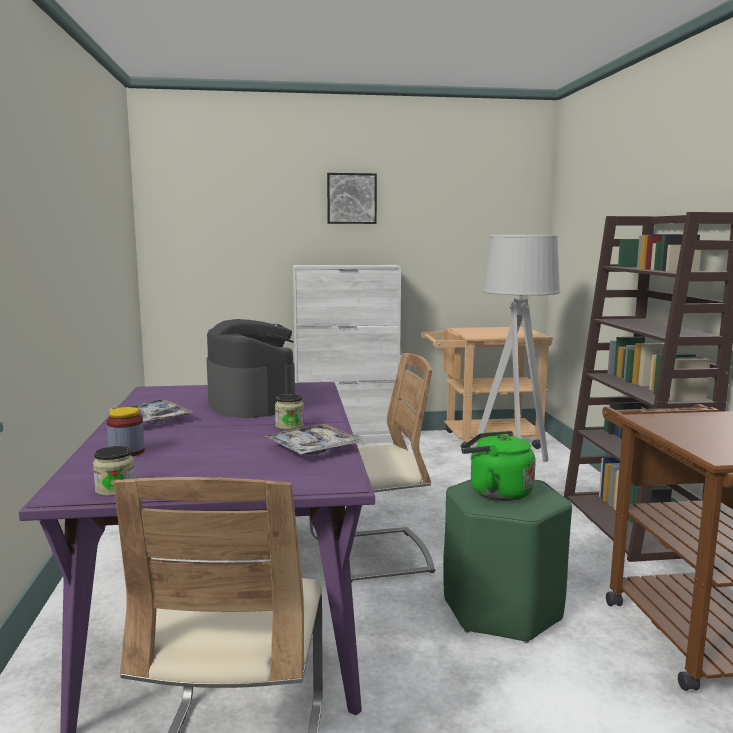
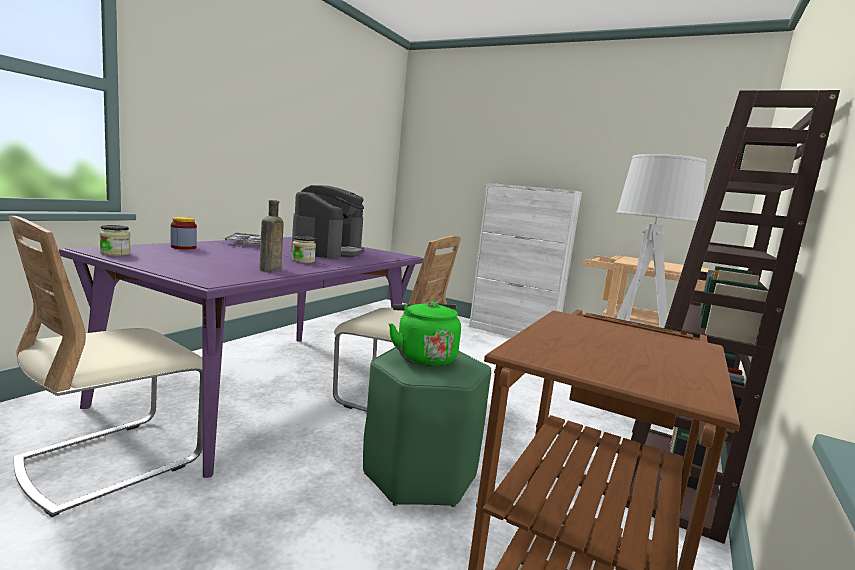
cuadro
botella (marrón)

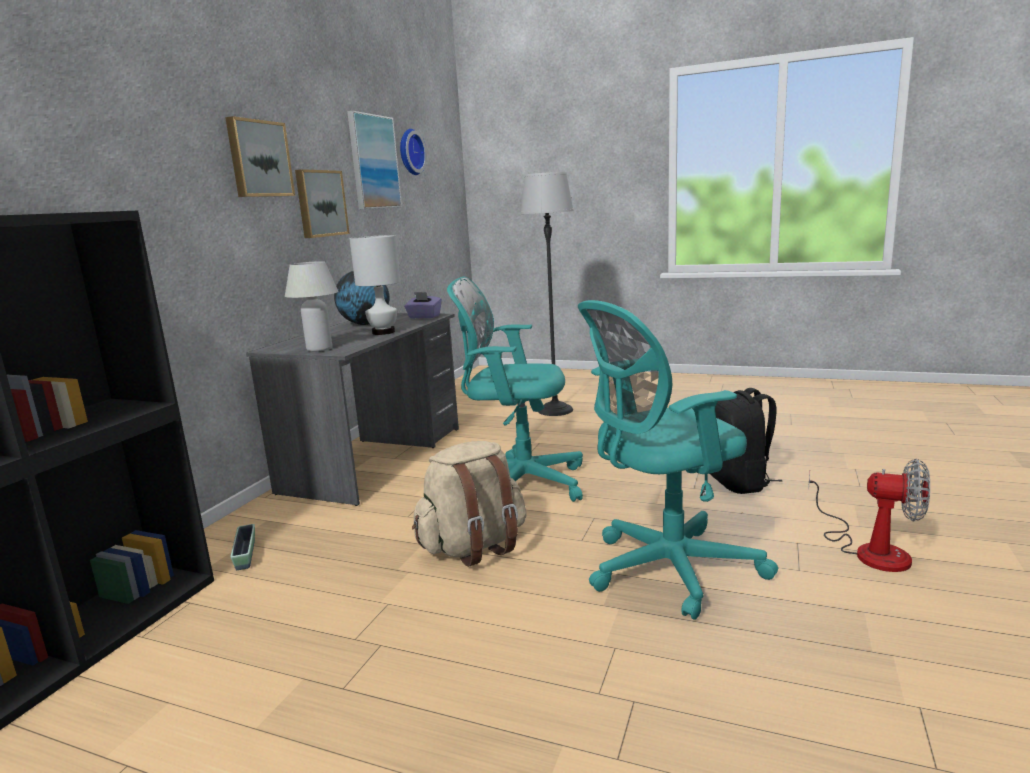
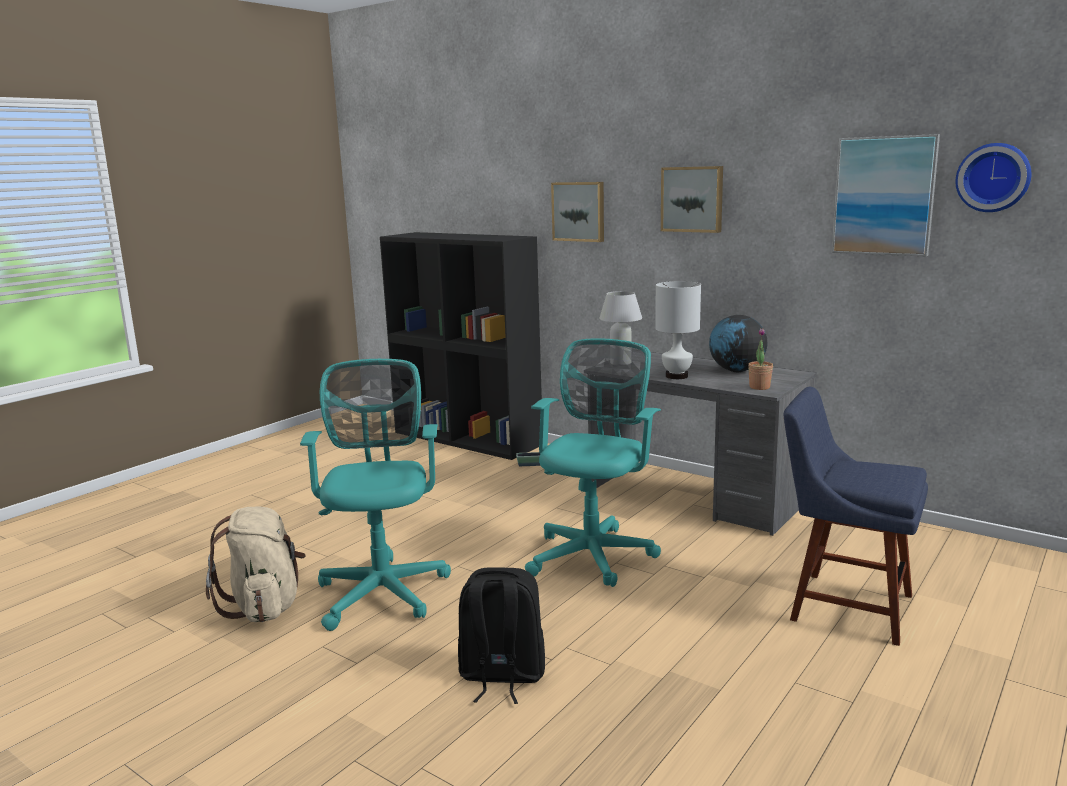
ventilador
cuadro (no. 1 from left)
mochila (beis)
planta en maceta
silla (azul)

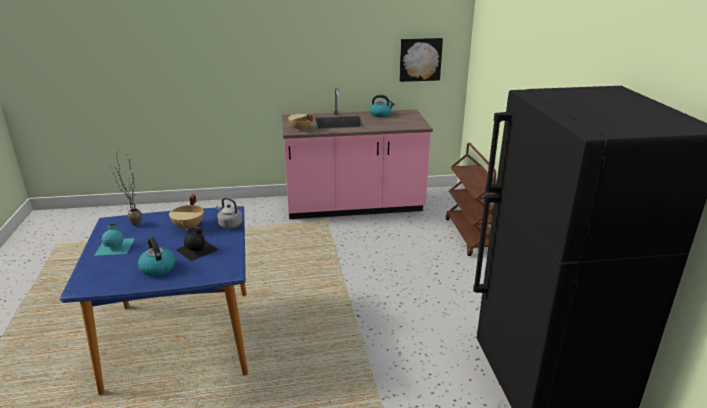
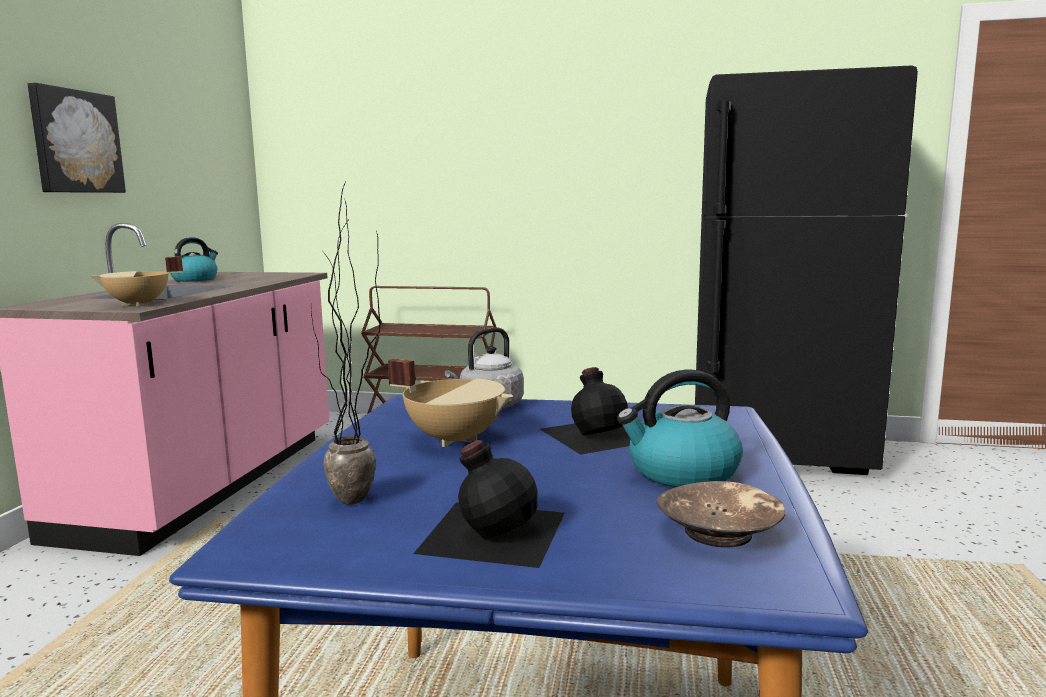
cuenco (marrón)
cuadro
botella (negro) (no. 1 from left)

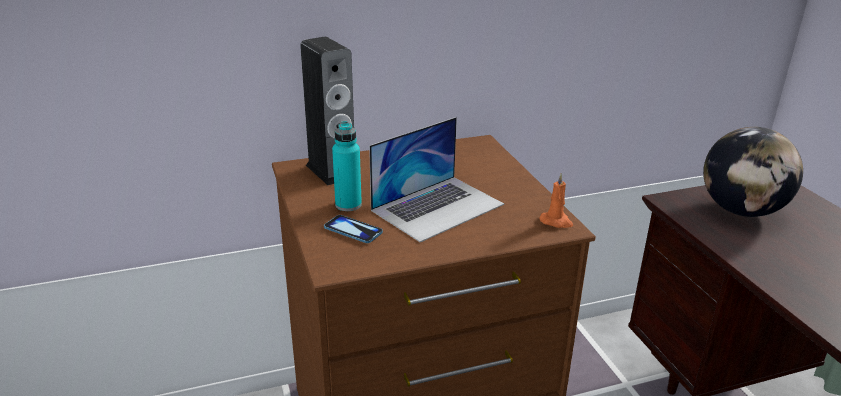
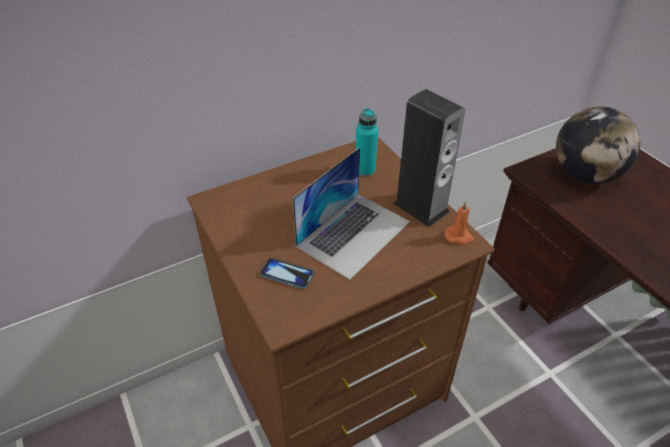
altavoz
botella (turquesa)

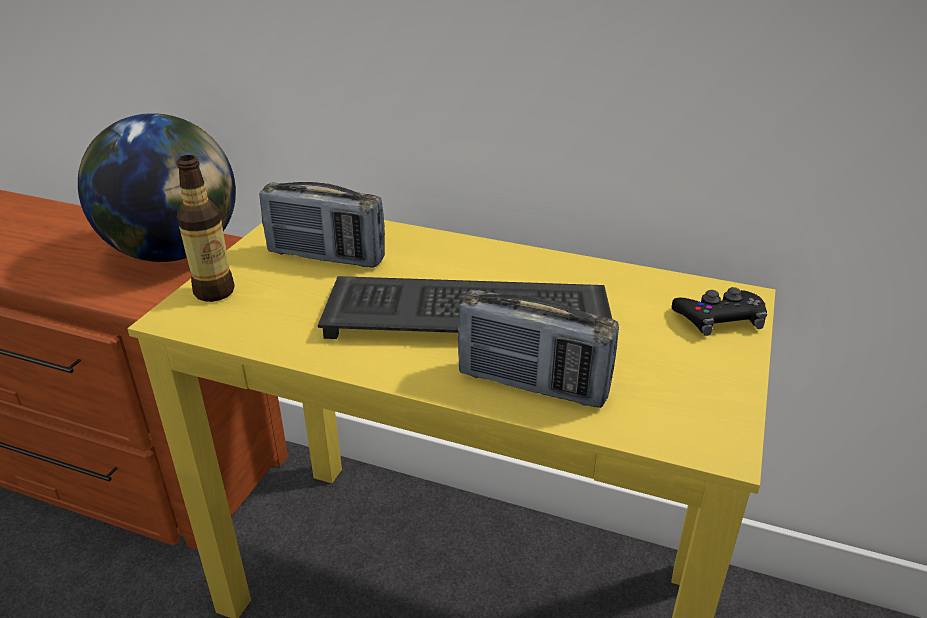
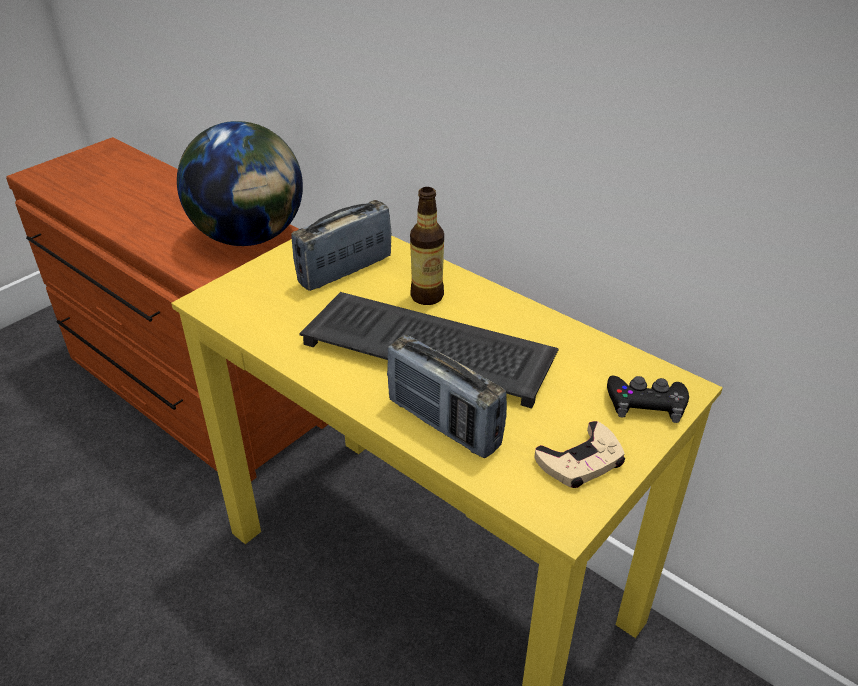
mando de consola (beis)
botella
radio (no. 1 from left)

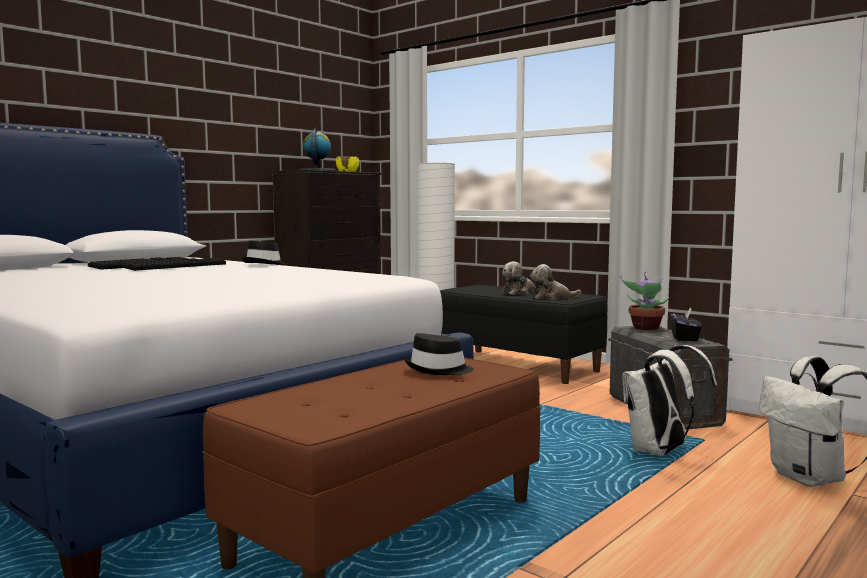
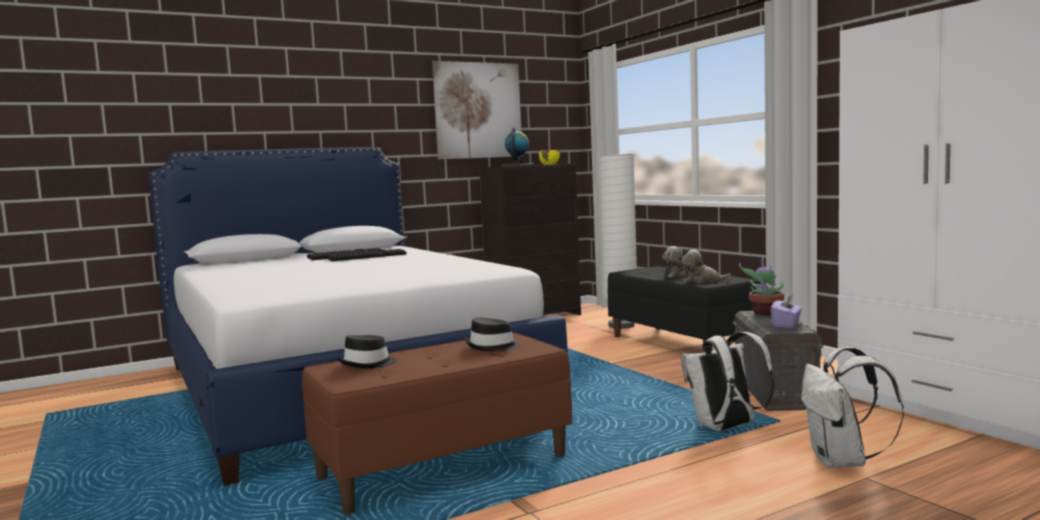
cuadro
sombrero (negro) (no. 1 from left)
caja de pañuelos (morado)

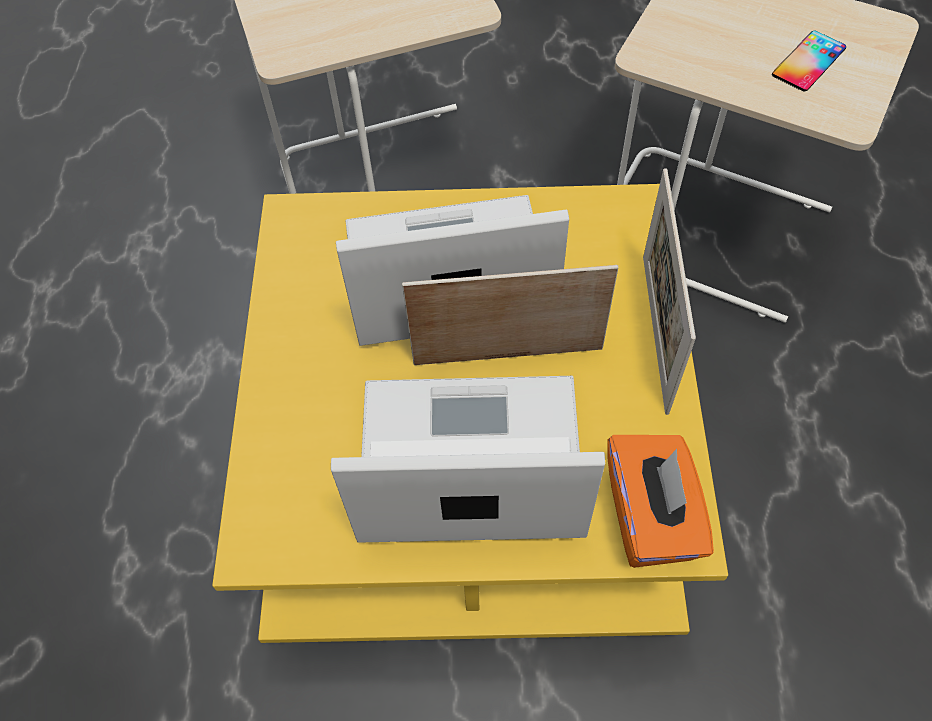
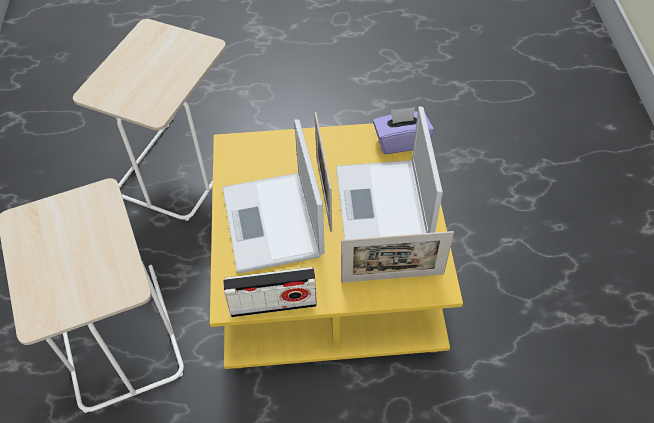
móvil
radio
portarretratos (no. 2 from left)
caja de pañuelos (morado)

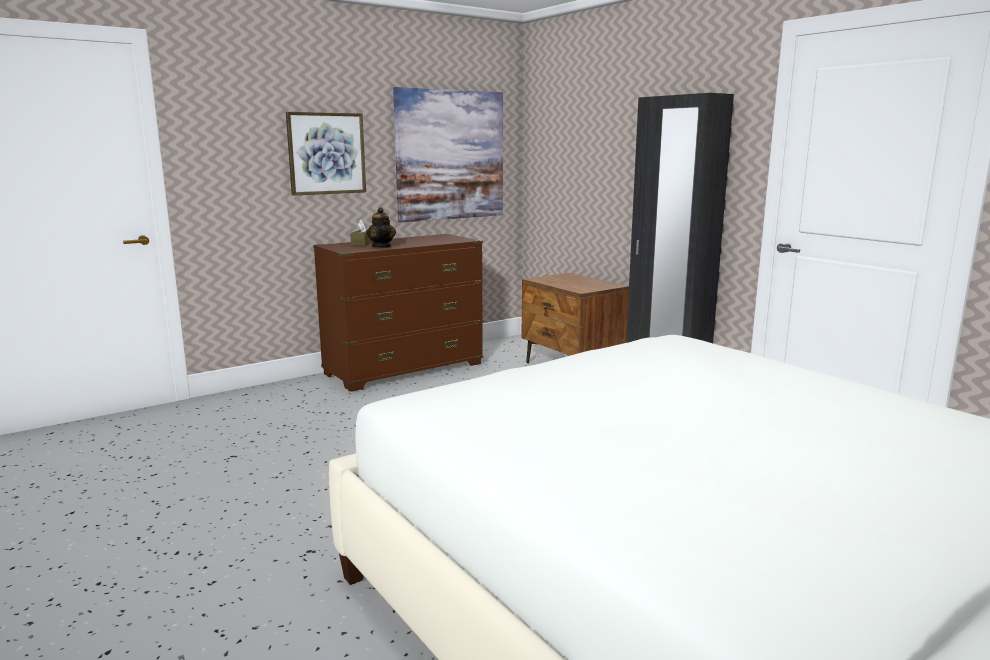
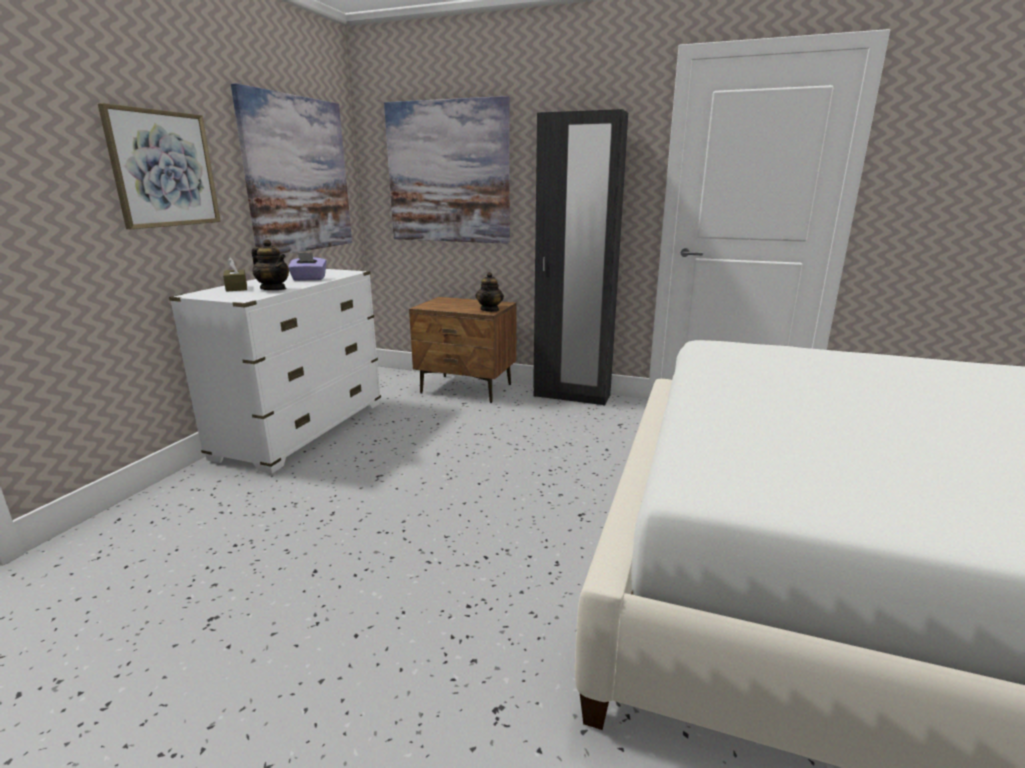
caja de pañuelos (morado)
cuadro (no. 3 from left)
tetera (no. 2 from left)
cómoda (blanco)

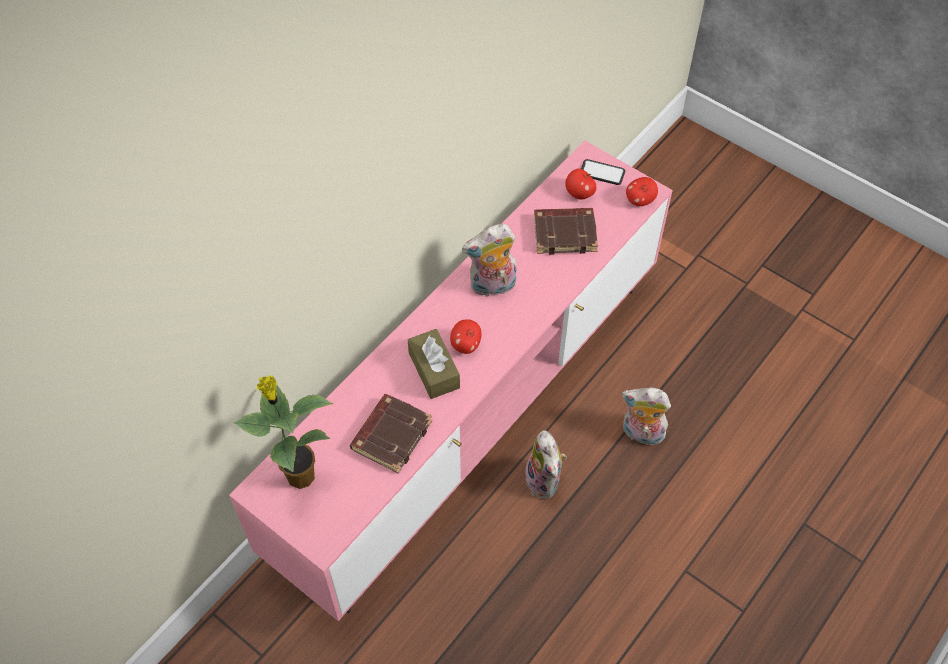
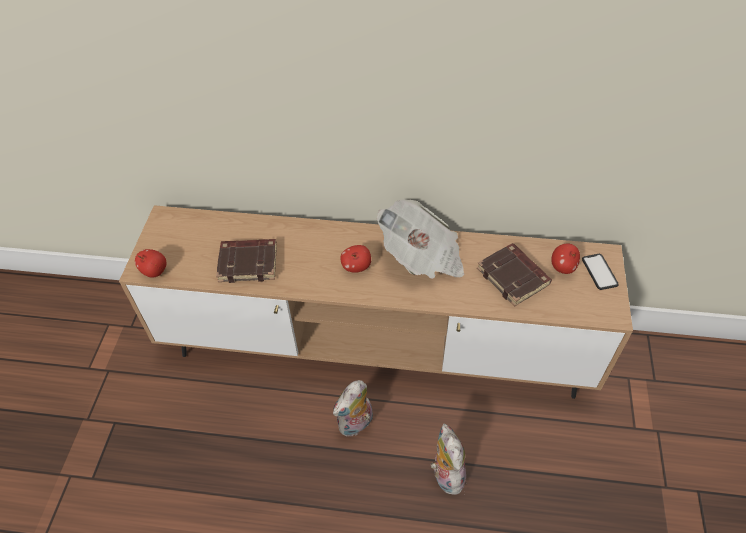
planta en maceta
caja de pañuelos (marrón)
manzana (no. 1 from left)
periódico
mueble de televisión (marrón)

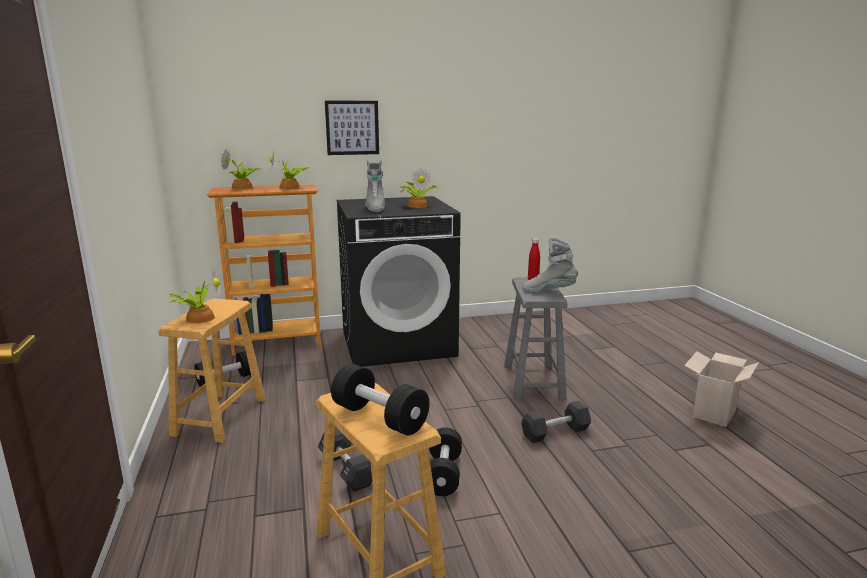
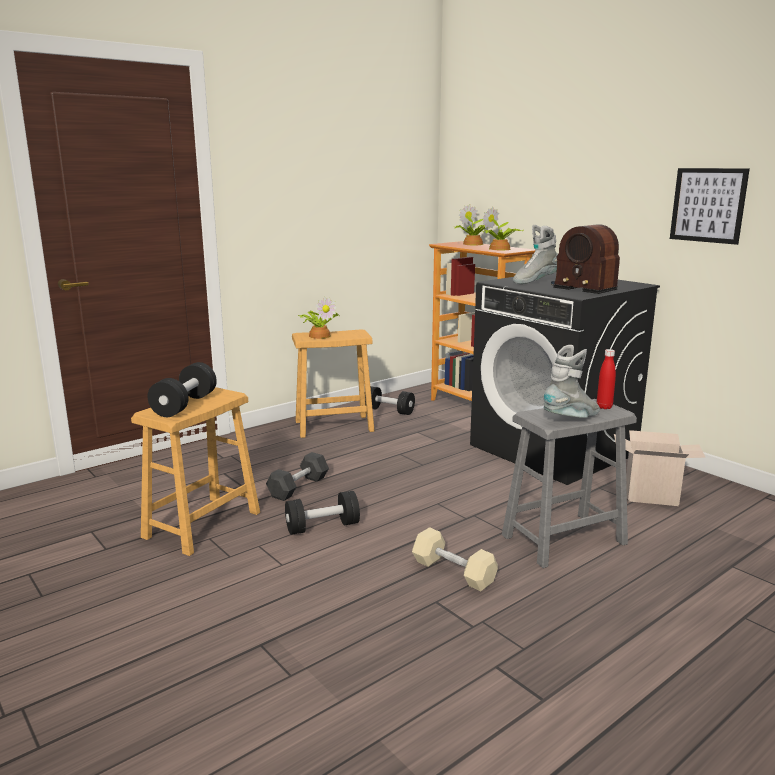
cuadro
caja de cartón
radio
mancuerna (beis)
bota (gris) (no. 2 from left)

